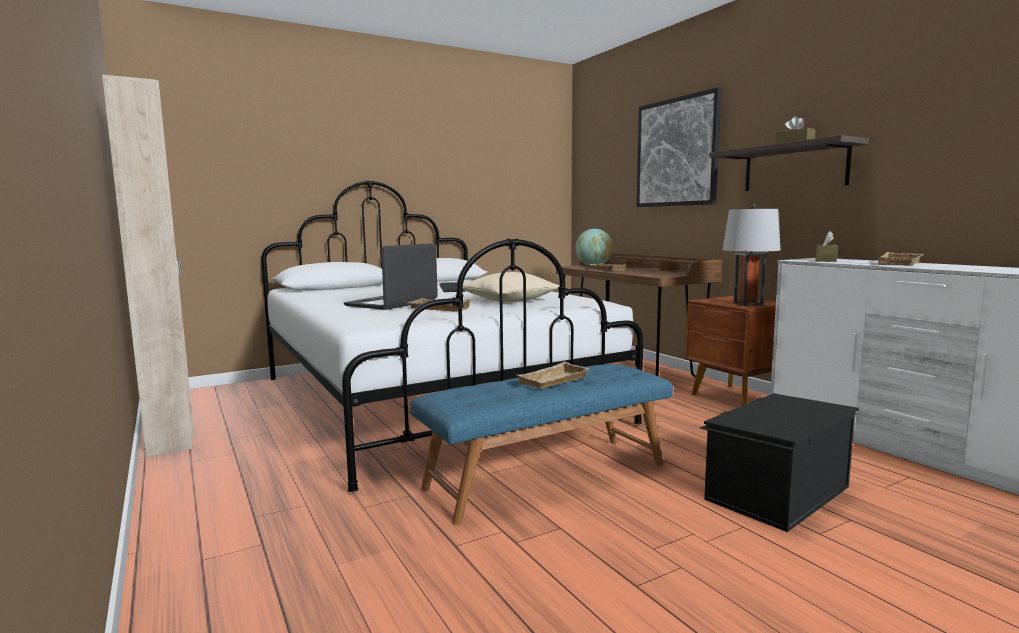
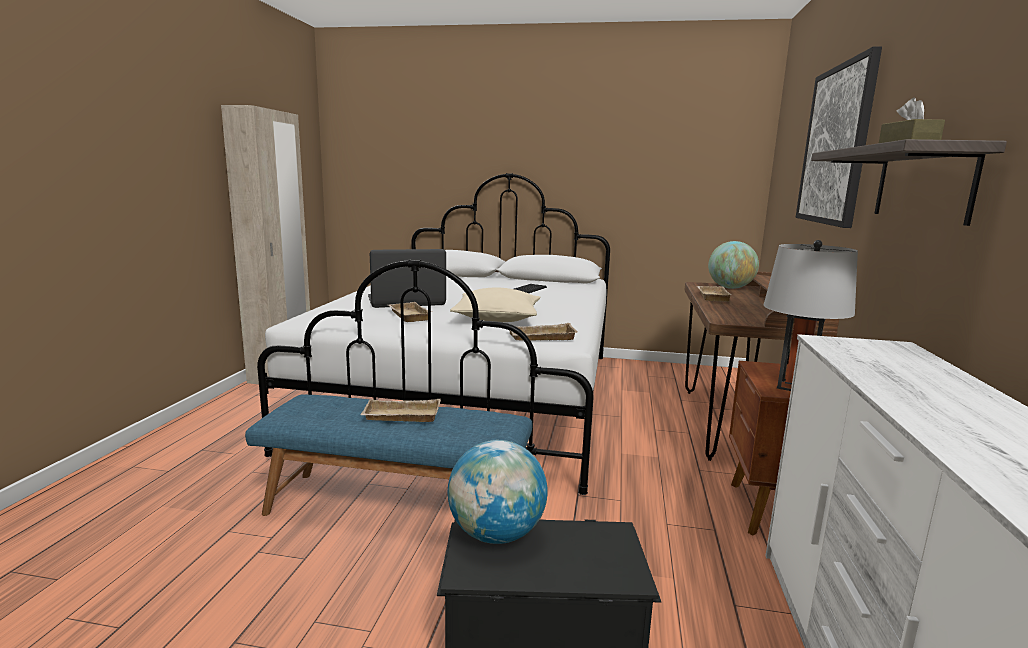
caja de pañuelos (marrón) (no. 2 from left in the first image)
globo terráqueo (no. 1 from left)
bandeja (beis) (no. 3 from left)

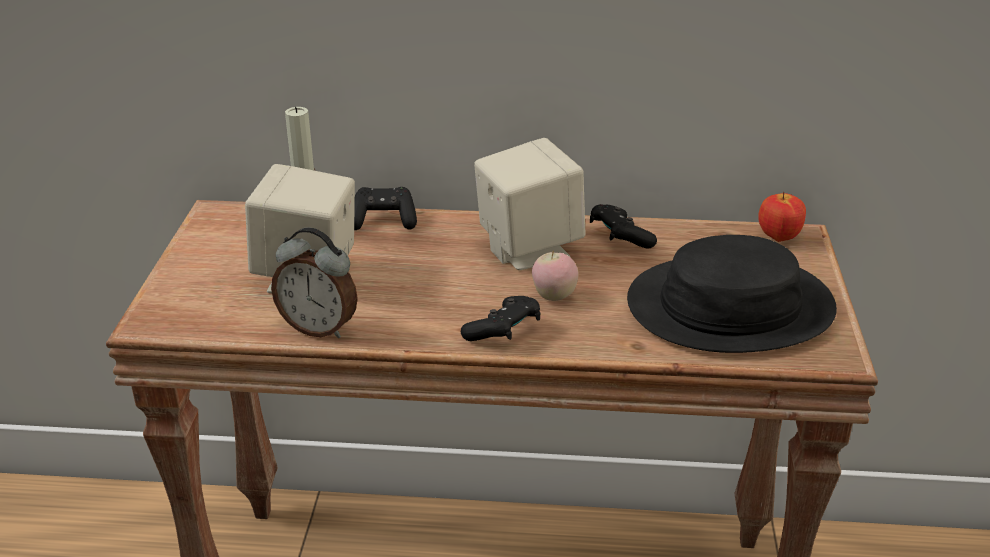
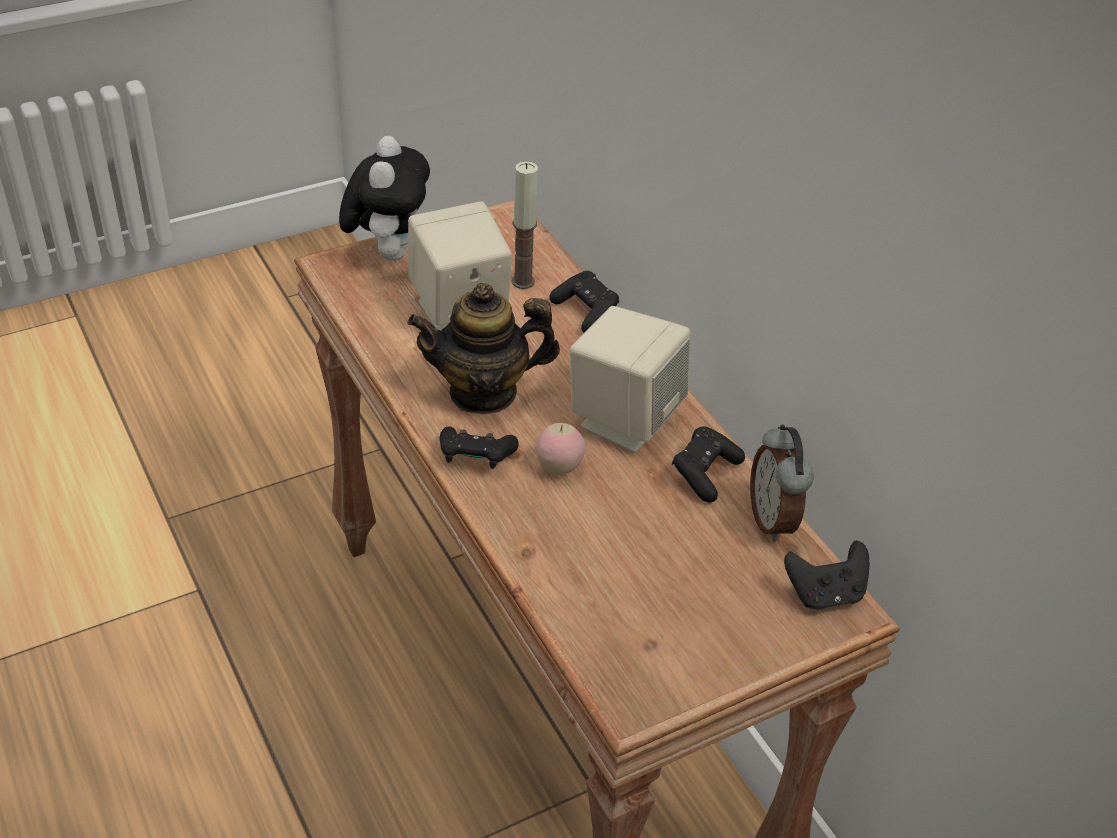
sombrero (negro)
peluche
tetera
despertador
mando de consola (negro) (no. 4 from left)

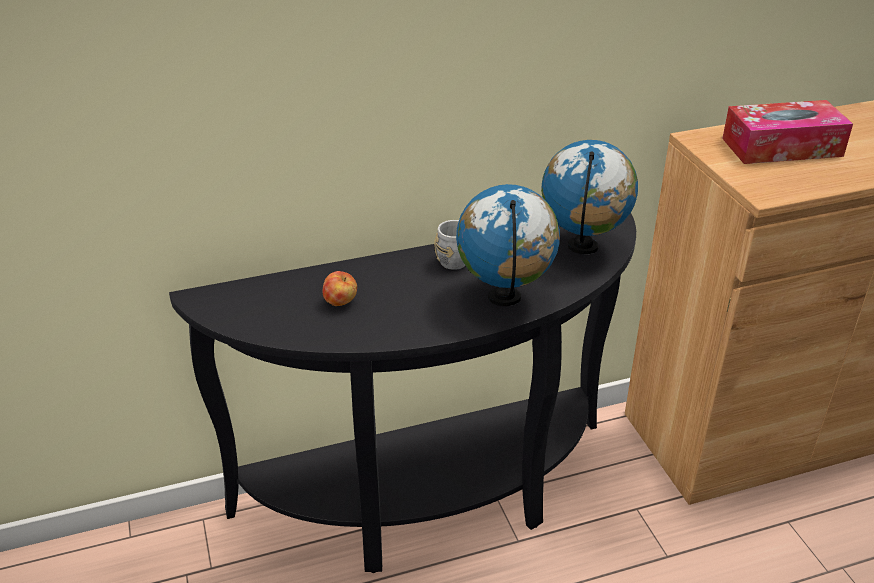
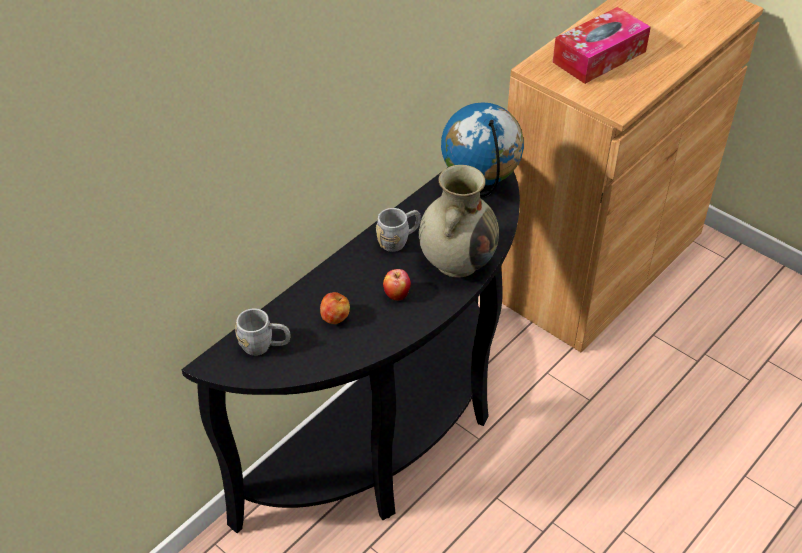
taza grande (gris) (no. 1 from left)
manzana (no. 2 from left)
florero (beis)

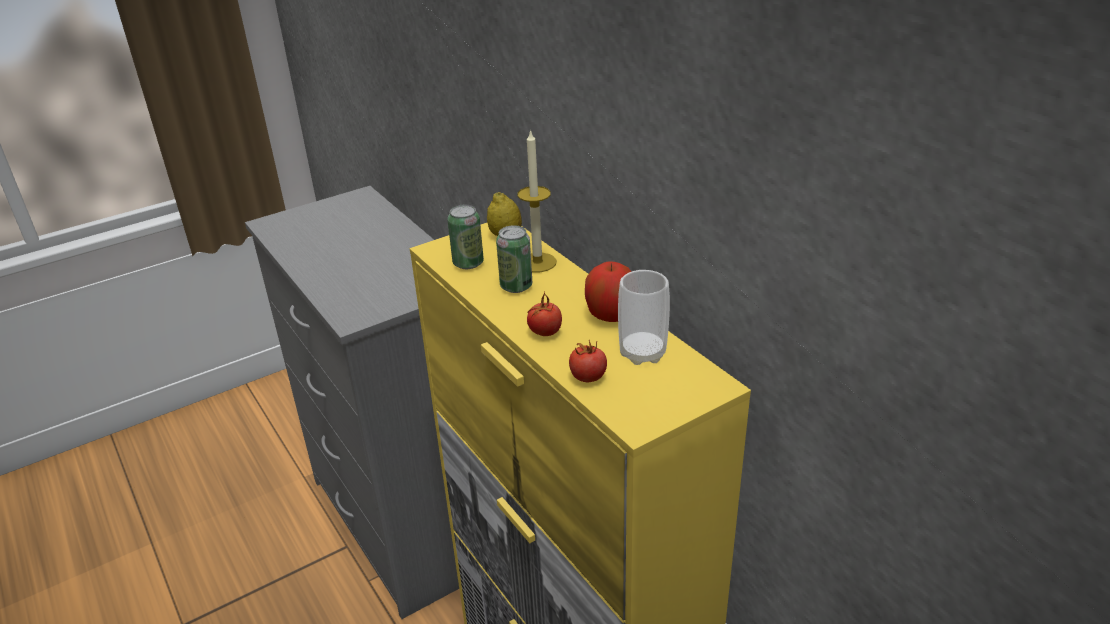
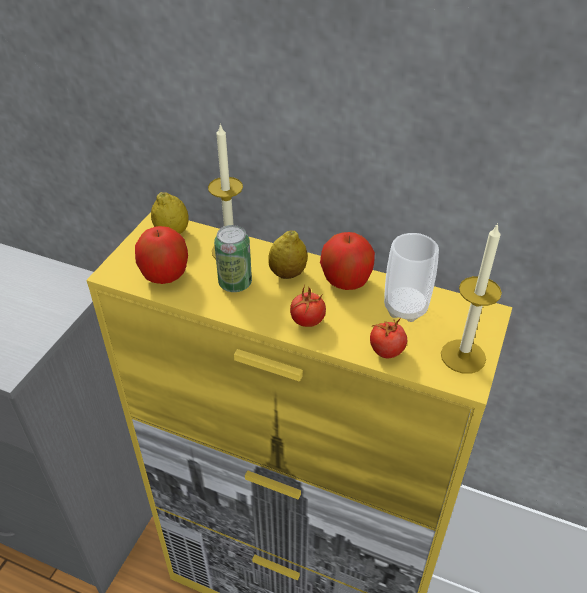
limón (no. 2 from left)
vela (no. 2 from left)
manzana (no. 1 from left)

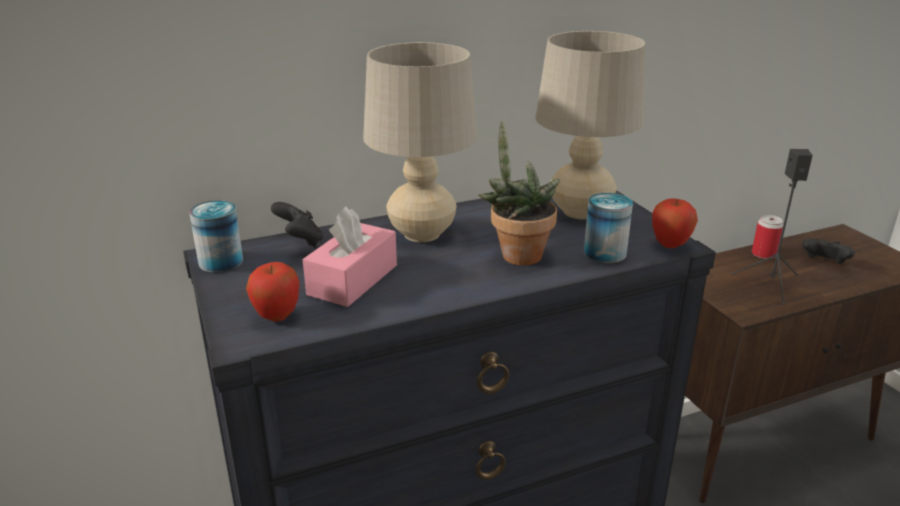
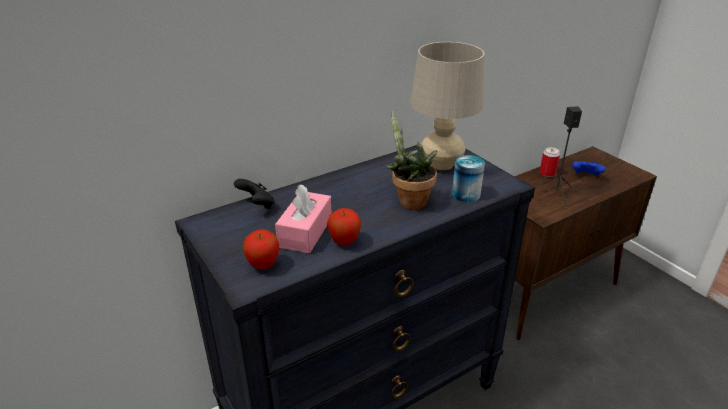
lata (no. 1 from left in the first image)
lámpara de mesa (beis) (no. 1 from left in the first image)
manzana (no. 2 from left)
mando de consola (azul)

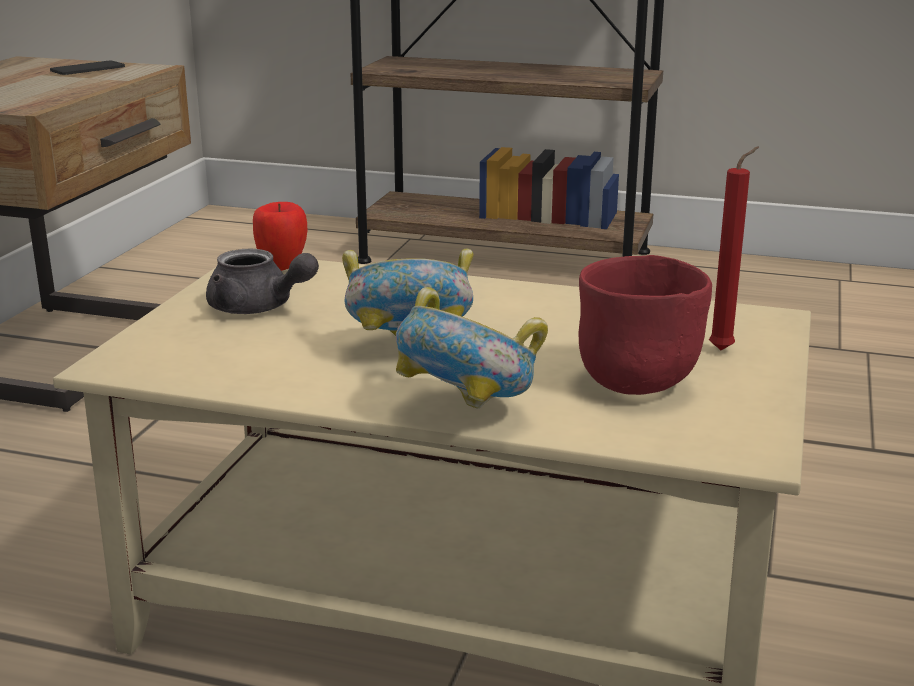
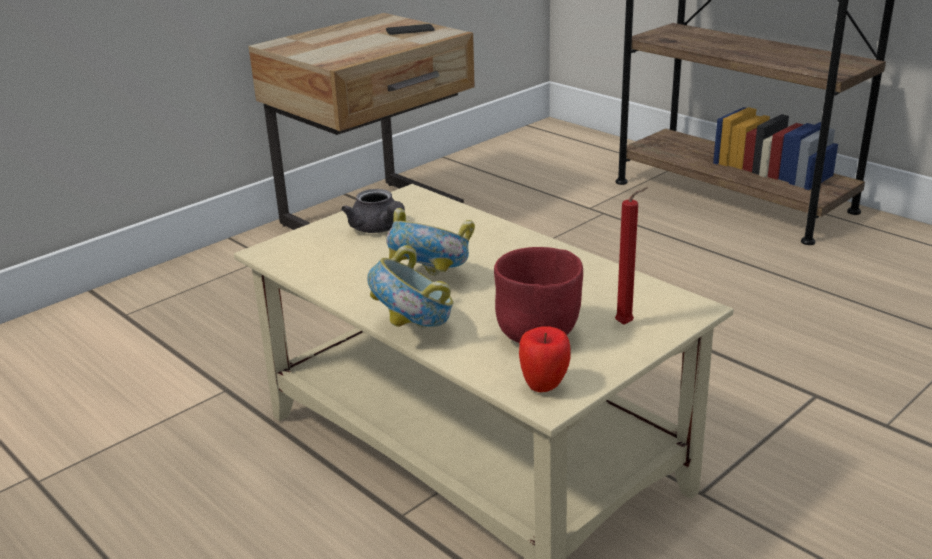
manzana

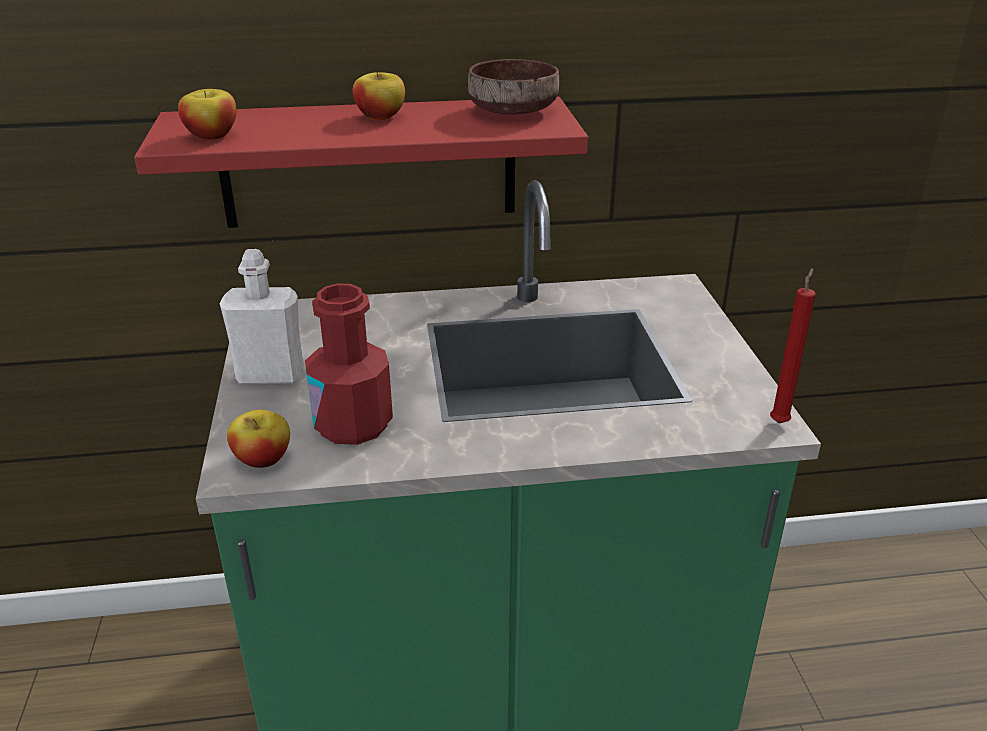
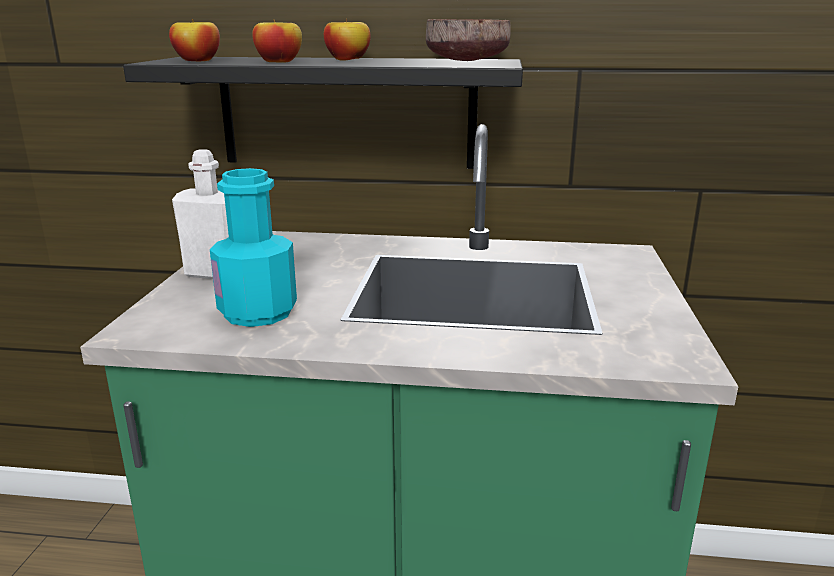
vela (rojo)
manzana (no. 2 from left)
estante (negro)
botella (turquesa)

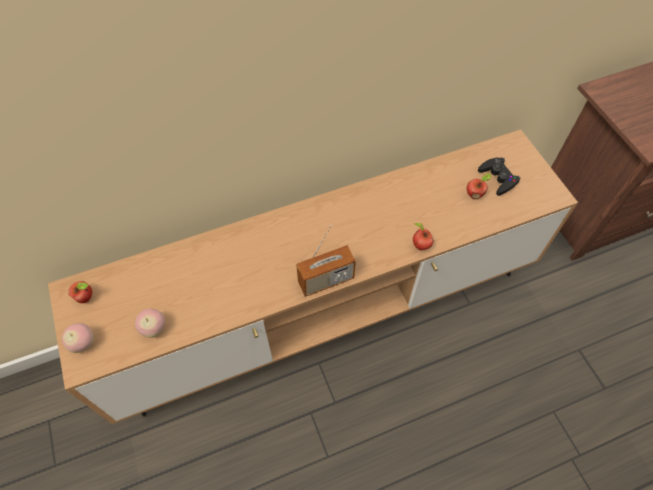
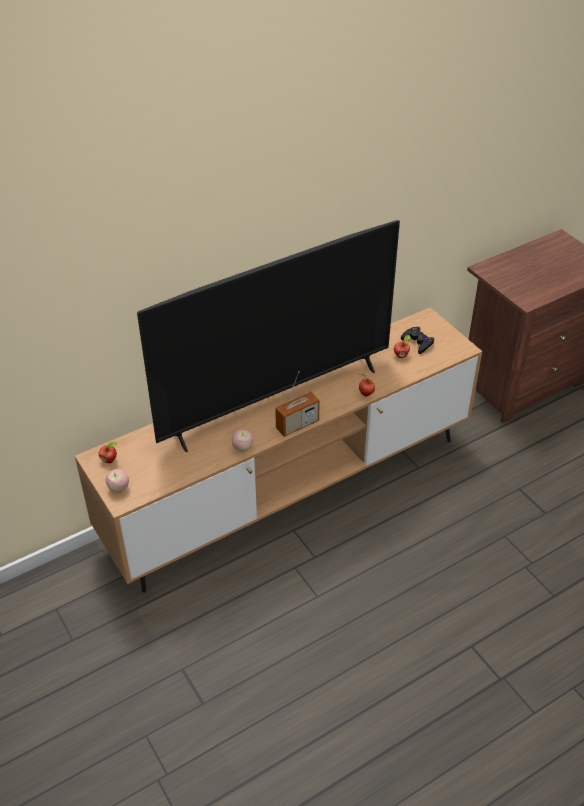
televisor
manzana (no. 3 from left)

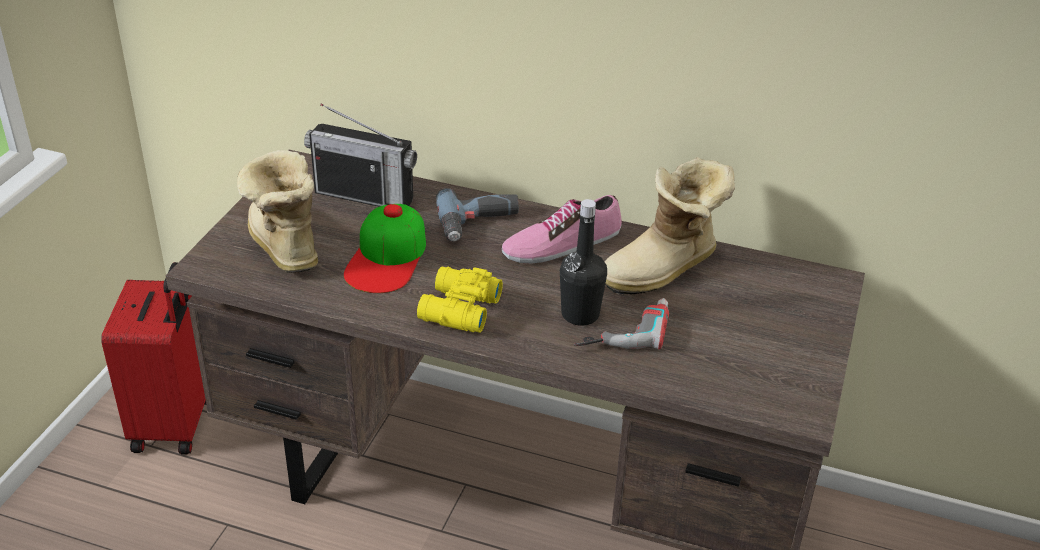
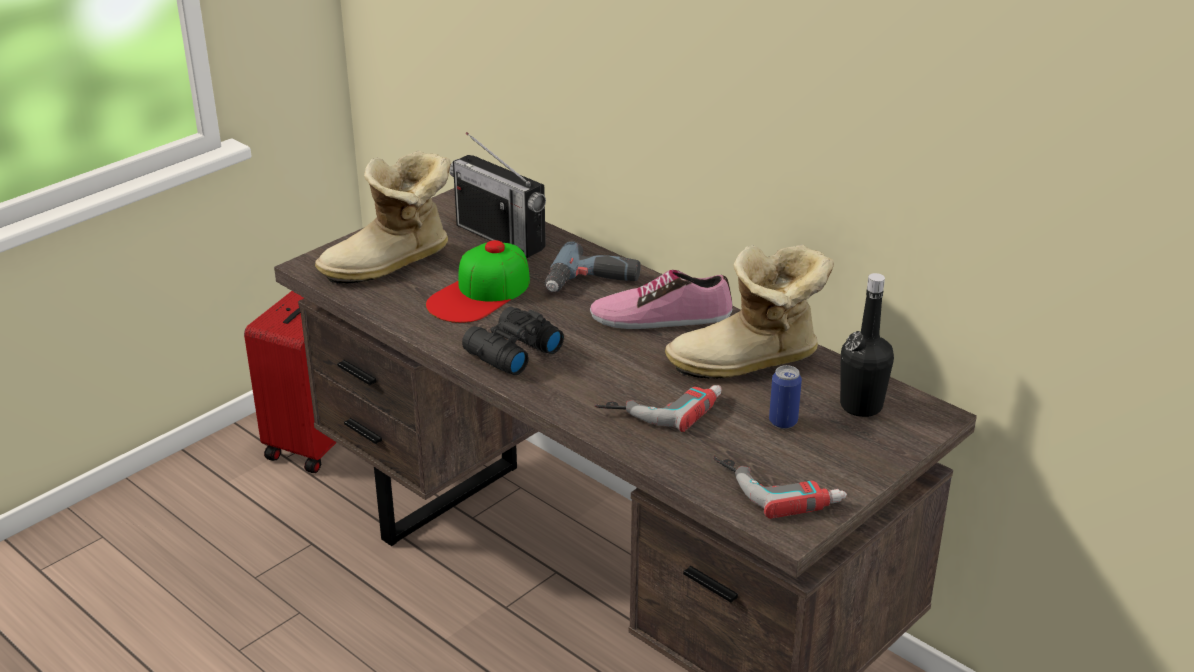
taladro (no. 3 from left)
lata
botella (negro)
prismáticos (negro)
bota (no. 1 from left)

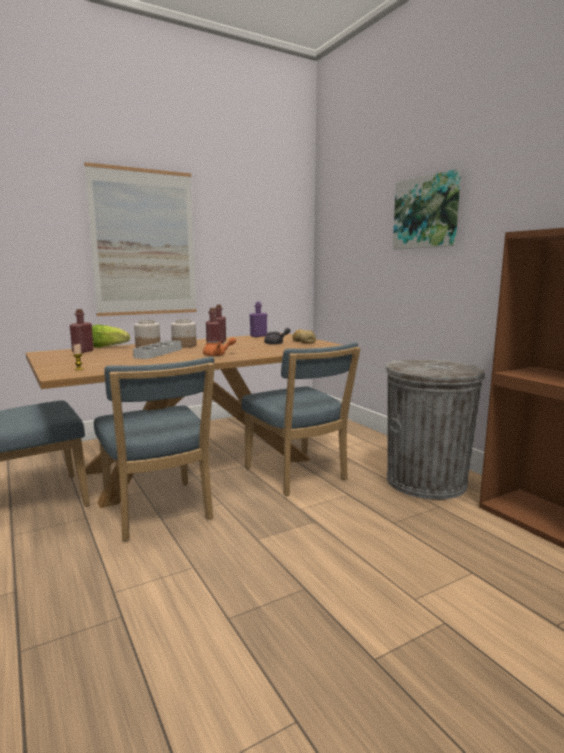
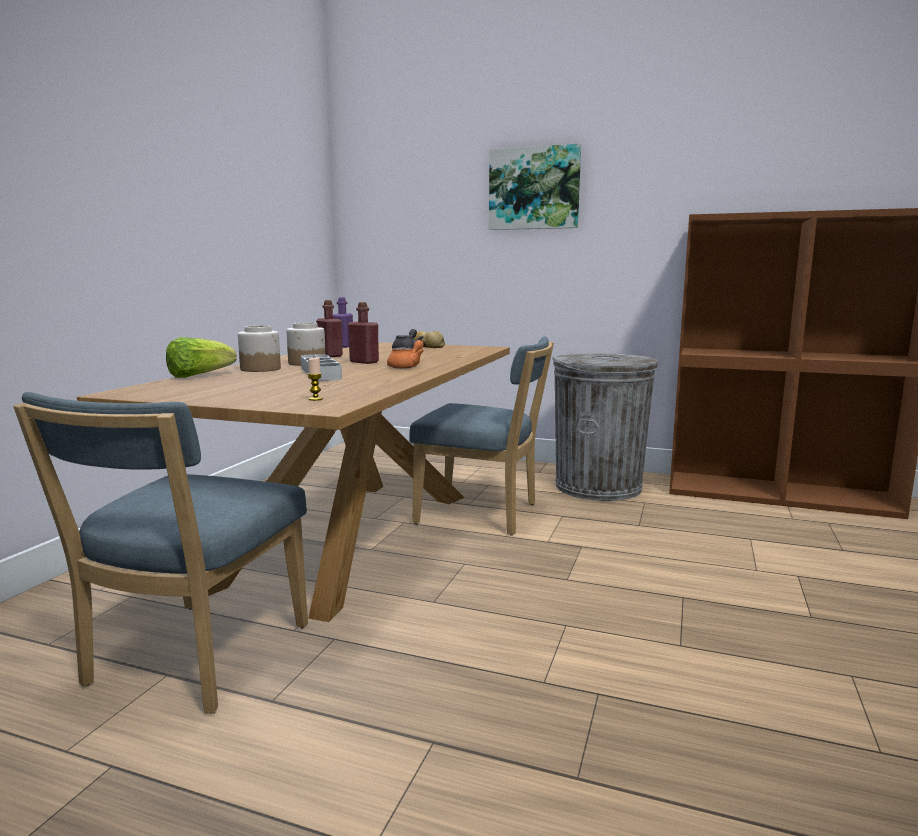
botella (rojo) (no. 1 from left in the first image)
cuadro (no. 1 from left in the first image)
silla (azul) (no. 2 from left in the first image)

